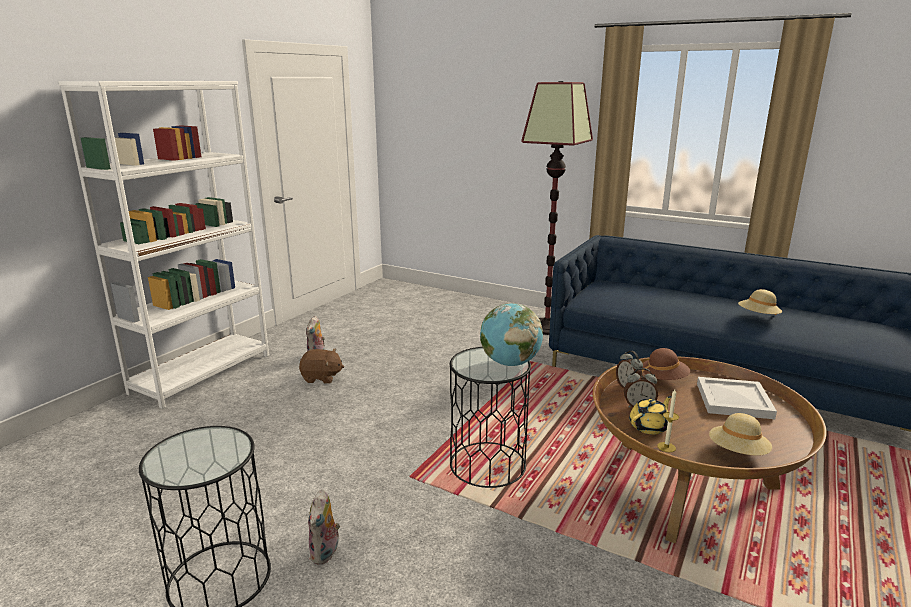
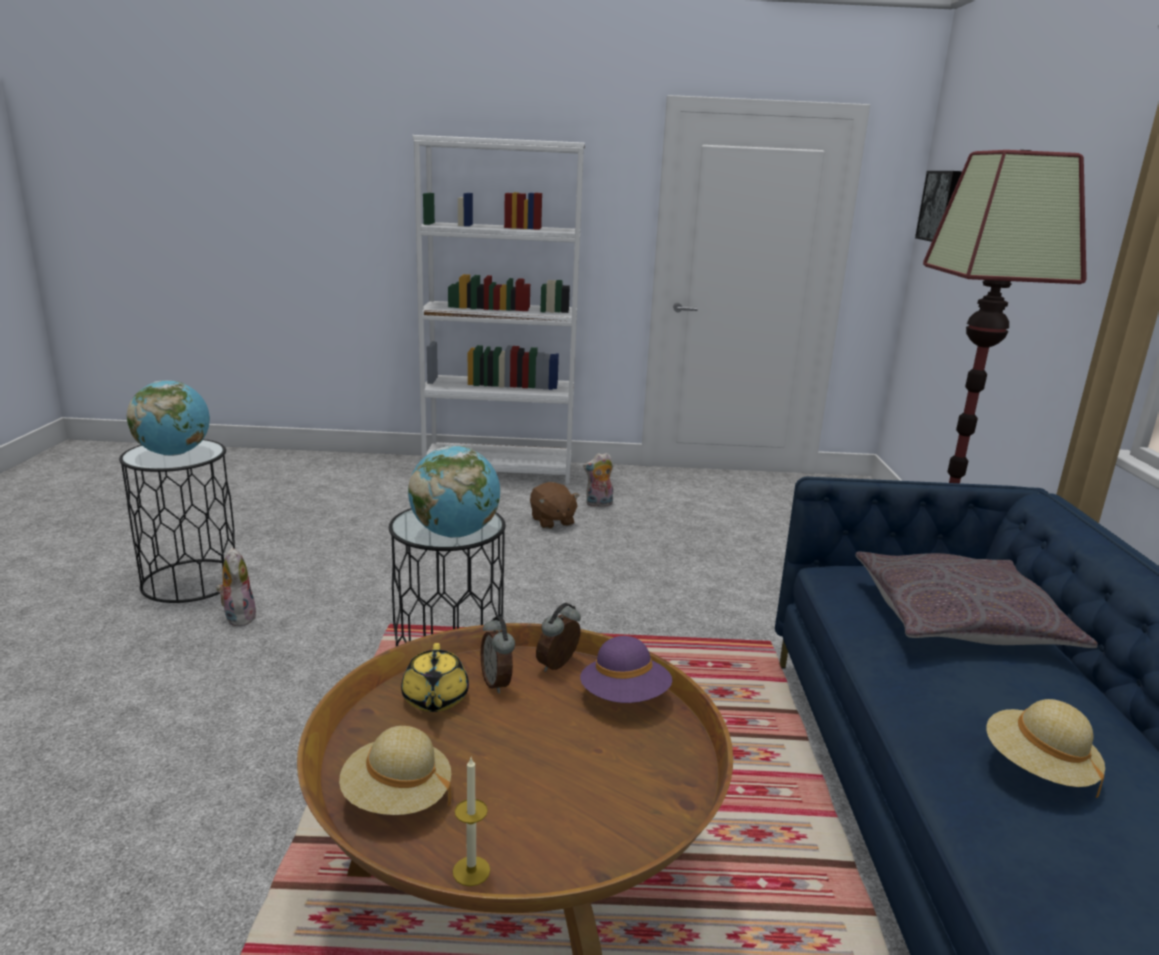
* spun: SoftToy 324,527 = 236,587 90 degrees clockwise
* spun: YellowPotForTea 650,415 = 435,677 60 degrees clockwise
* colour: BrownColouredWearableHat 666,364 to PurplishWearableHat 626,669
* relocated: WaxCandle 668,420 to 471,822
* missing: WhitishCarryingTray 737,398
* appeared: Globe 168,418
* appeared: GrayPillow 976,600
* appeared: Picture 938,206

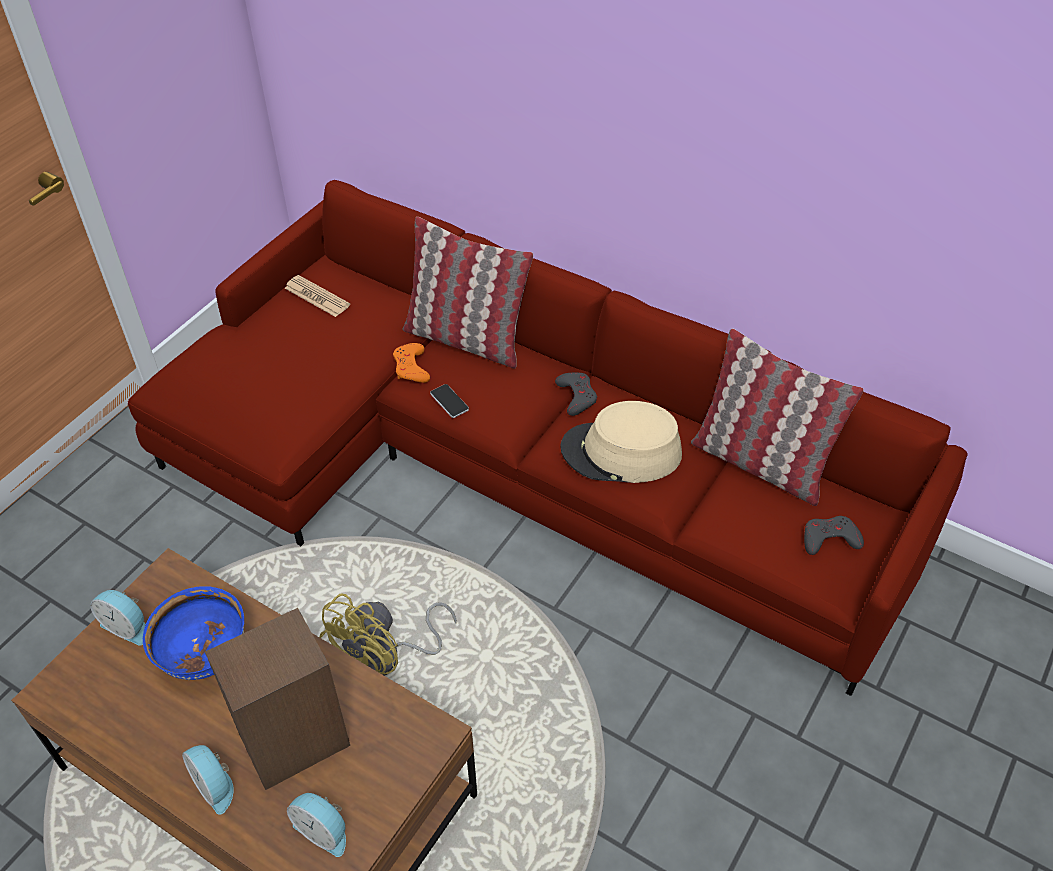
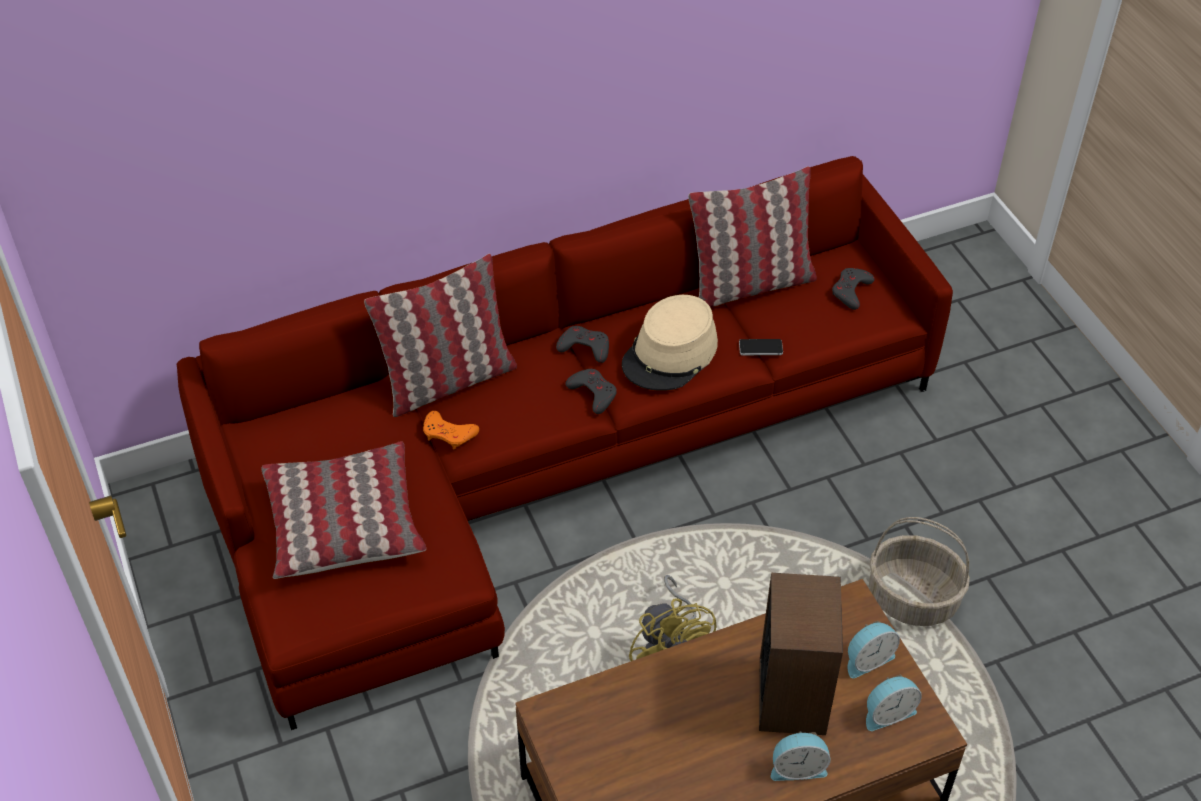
* relocated: TableClock 118,618 to 874,649
* missing: BlueServingBowl 193,633
* missing: PrintedPaper 317,296
* relocated: Telephone 449,401 to 761,347
* appeared: Pillow 343,510
* appeared: GrayGameController 591,391
* appeared: HouseholdBasket 919,571

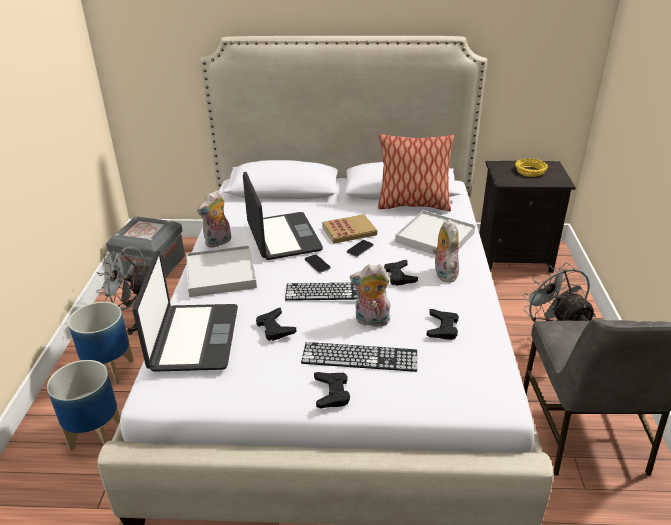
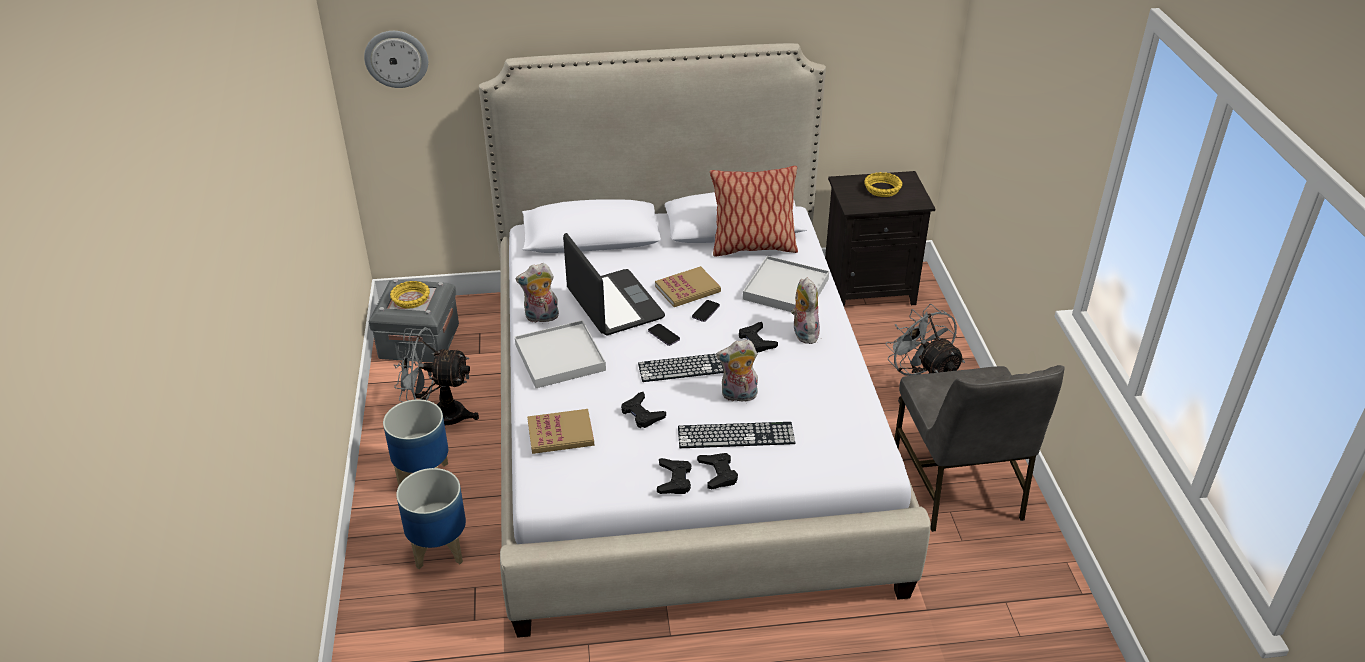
* exchanged: Laptop 185,311 to Volume 561,431
* spun: SoftToy 214,219 = 537,293 45 degrees clockwise
* relocated: BlackishGameController 443,324 to 674,476
* appeared: HangingClock 396,59
* appeared: YellowServingBowl 410,294

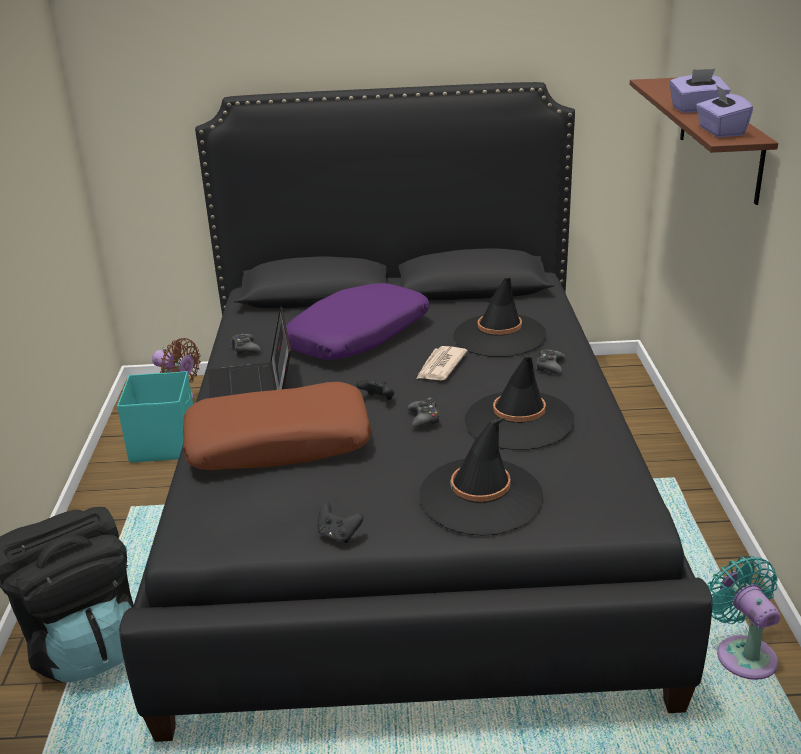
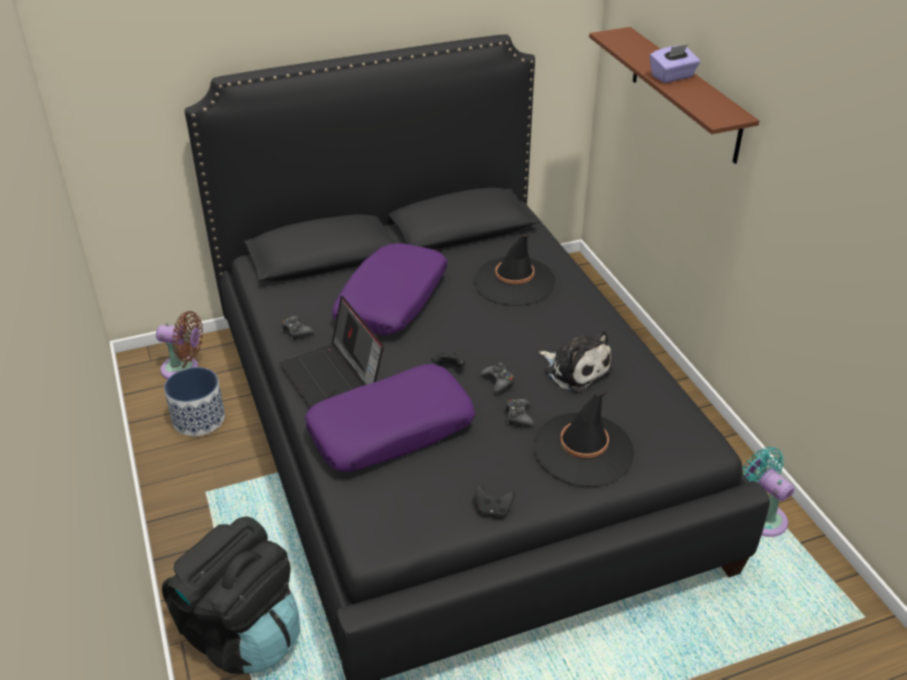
* exchanged: TurquoiseStorageBox 155,417 to FlowerPot 194,401
* colour: BrownColouredPillow 277,426 to PurplishPillow 390,418
* missing: PrintedPaper 442,363
* exchanged: BlackishWearableHat 519,402 to SoftToy 575,361
* relocated: BlackishGameController 550,362 to 519,413
* missing: PurplishTissueBox 724,111

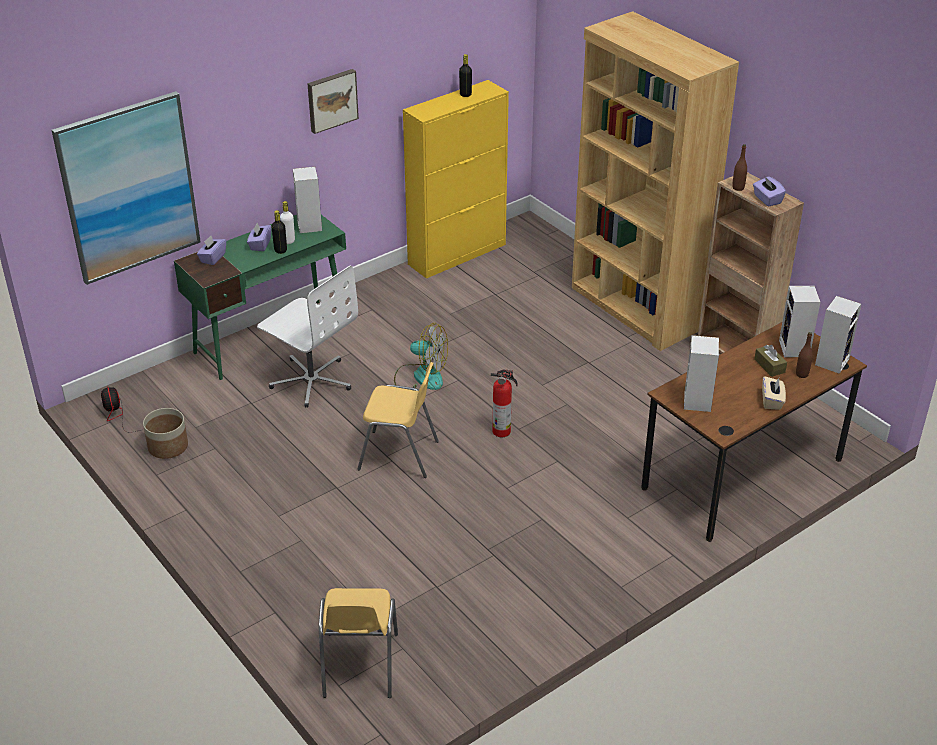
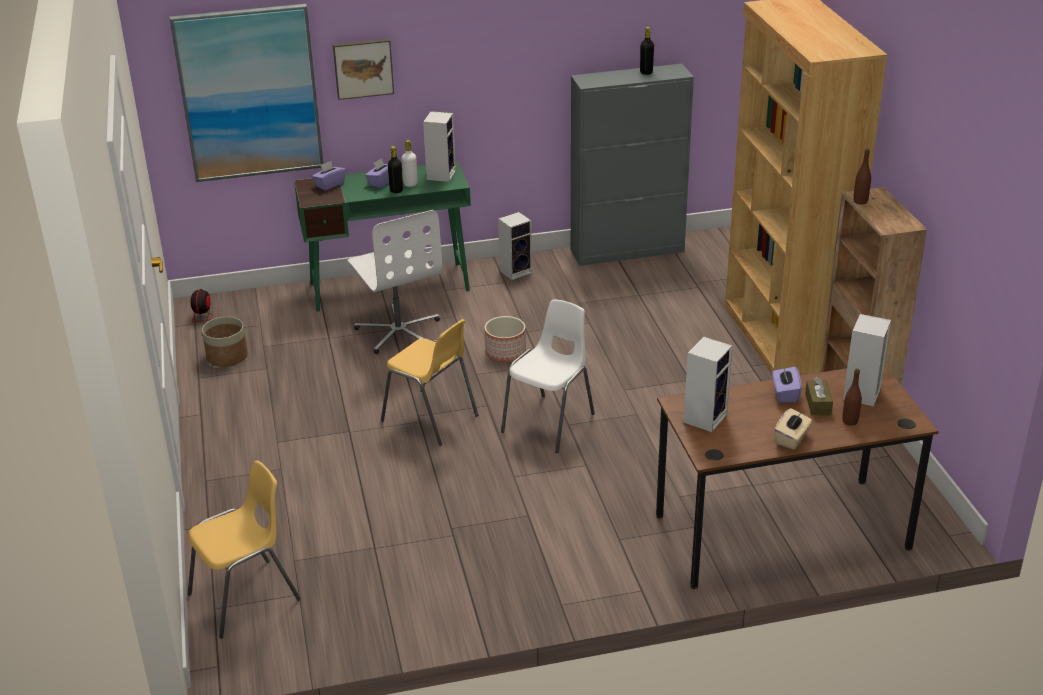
* relocated: Picture 333,101 to 363,69
* spun: YellowChair 358,643 = 244,549 150 degrees counterclockwise
* exchanged: Fan 421,356 to FlowerPot 505,339
* colour: YellowStorageCabinet 456,179 to GrayStorageCabinet 632,165
* exchanged: FireExtinguisher 504,403 to WhitishChair 548,376
* relocated: PurplishTissueBox 769,191 to 787,384
* relocated: AudioSpeaker 838,335 to 515,246

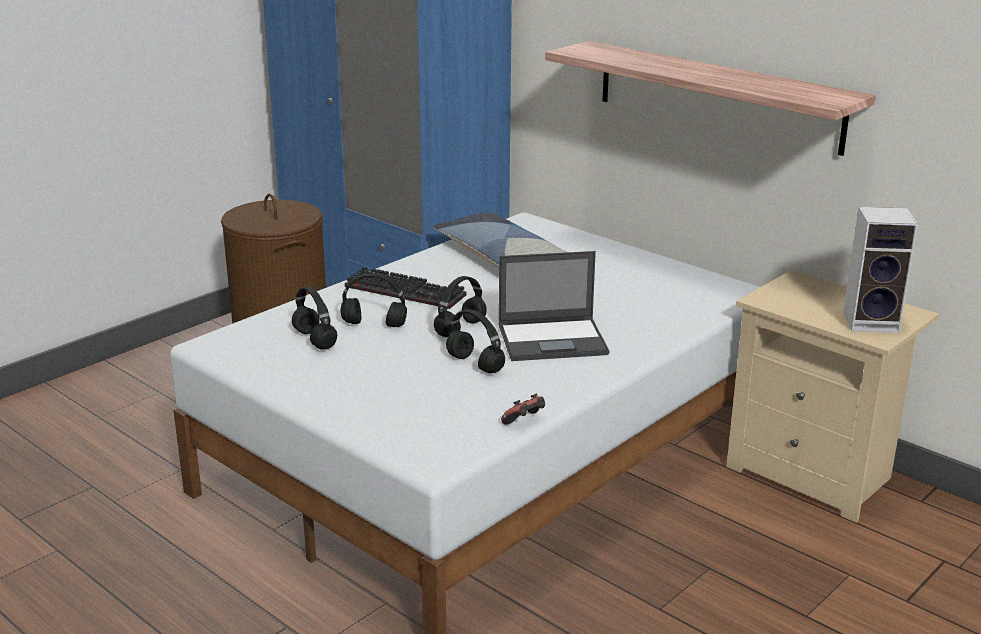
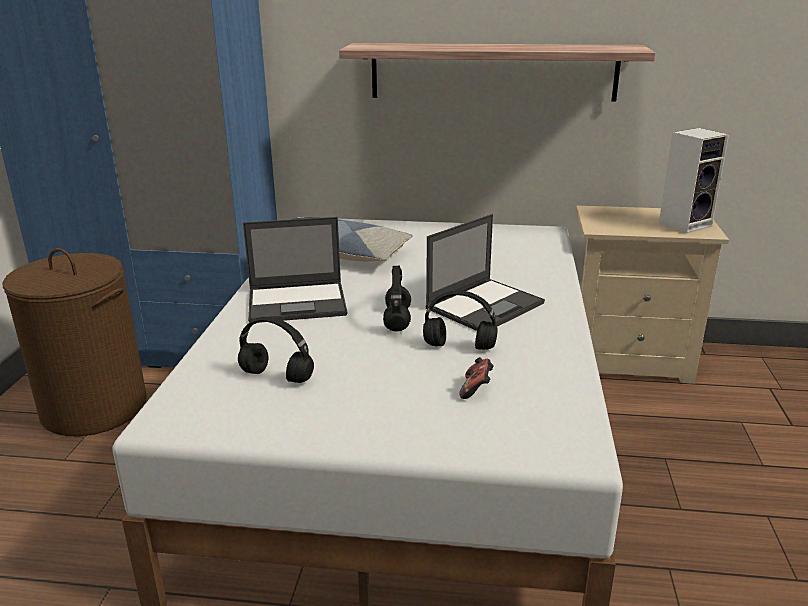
* missing: BlackishPairOfHeadphones 374,300
* exchanged: Keyboard 405,288 to Laptop 295,270
* relocated: GameController 523,409 to 476,378

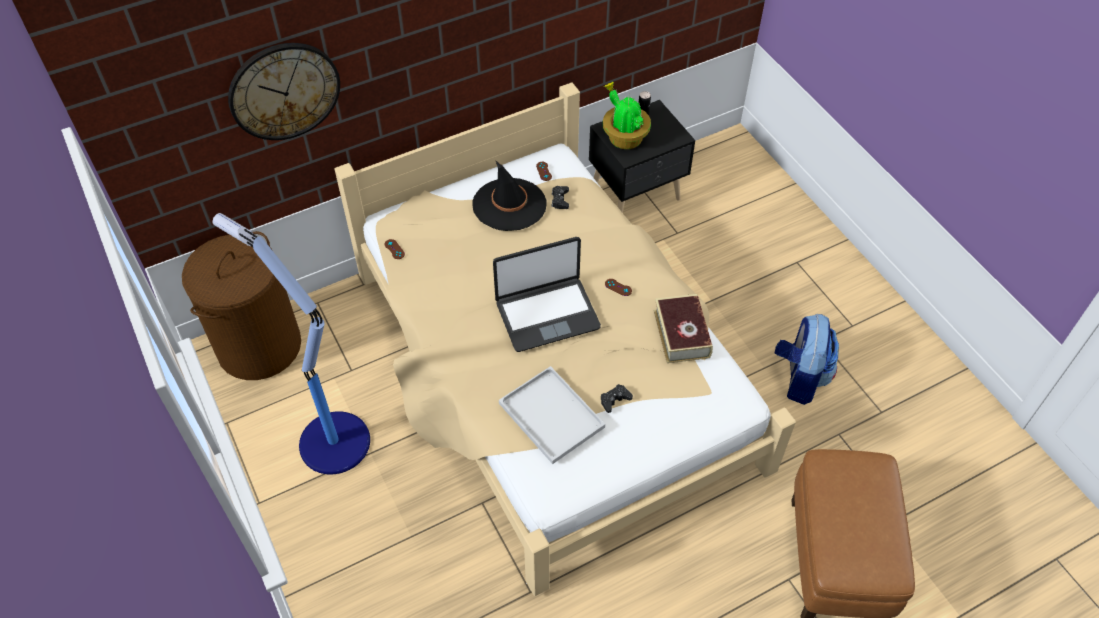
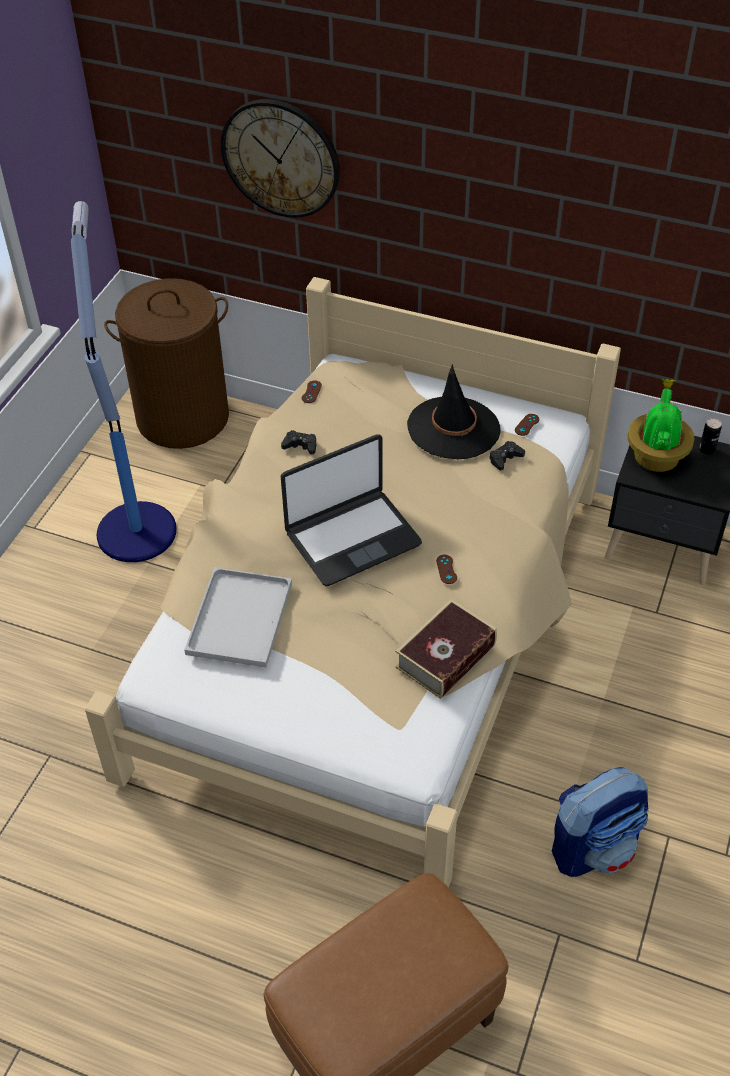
* spun: Laptop 547,294 = 351,510 60 degrees counterclockwise
* relocated: BlackishGameController 617,398 to 298,442

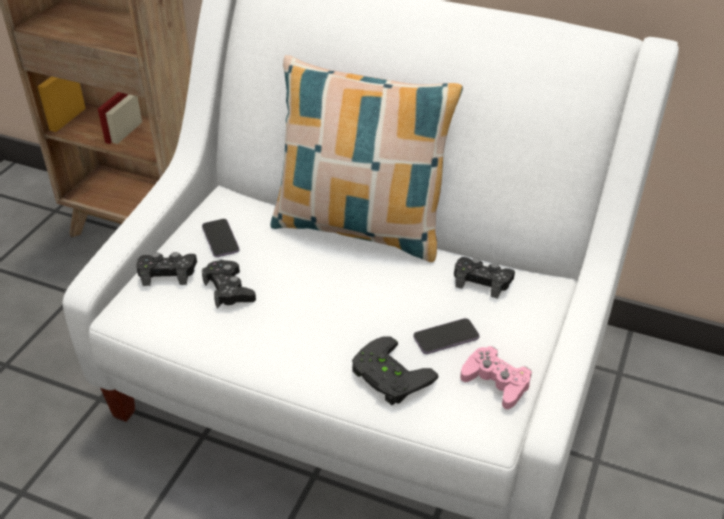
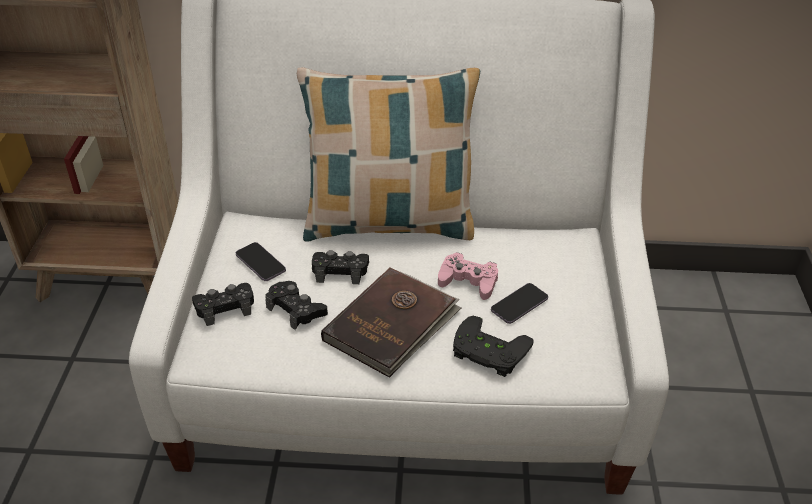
* relocated: BlackishGameController 484,278 to 340,267
* relocated: PinkGameController 496,377 to 468,276
* appeared: BrownColouredVolume 391,322

